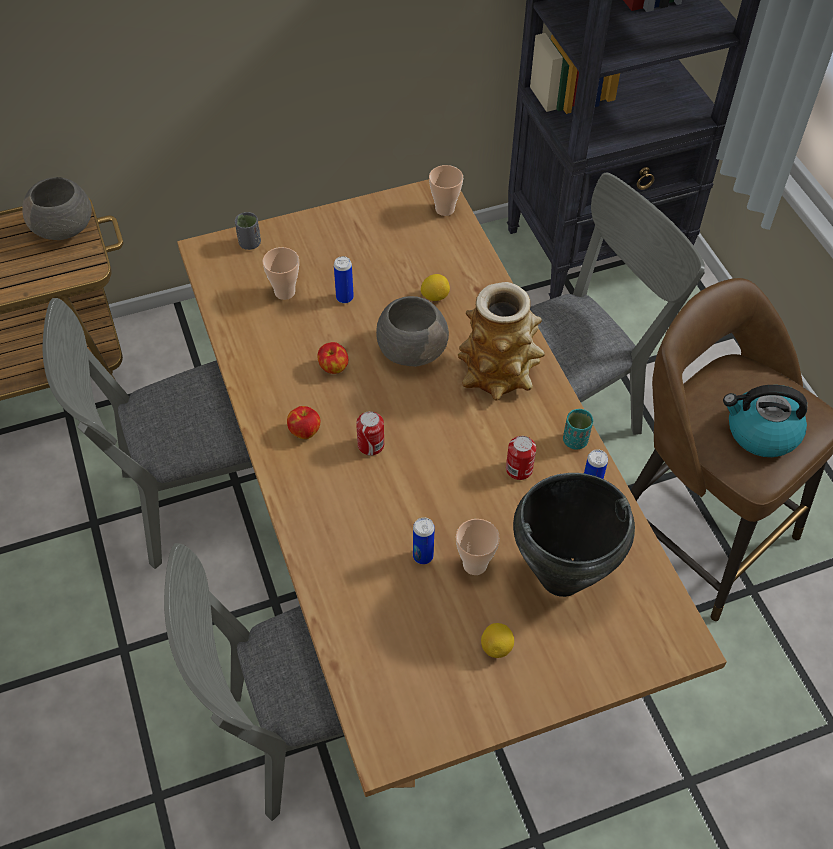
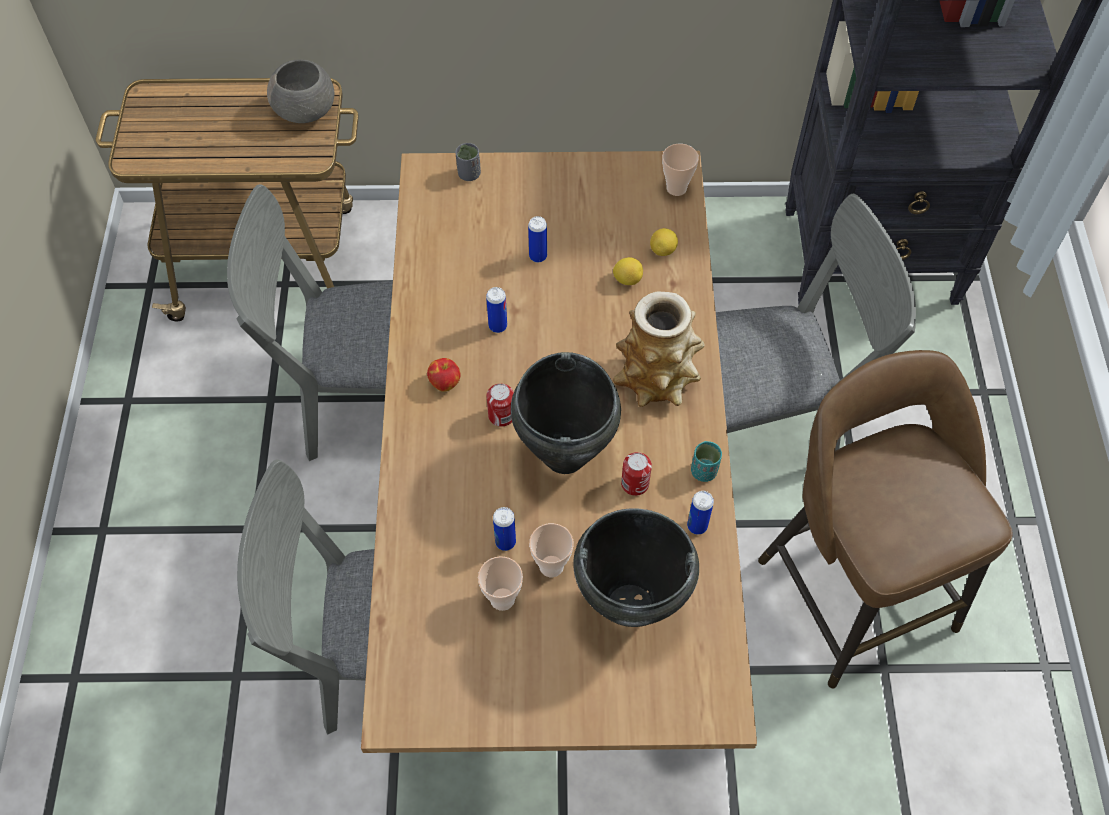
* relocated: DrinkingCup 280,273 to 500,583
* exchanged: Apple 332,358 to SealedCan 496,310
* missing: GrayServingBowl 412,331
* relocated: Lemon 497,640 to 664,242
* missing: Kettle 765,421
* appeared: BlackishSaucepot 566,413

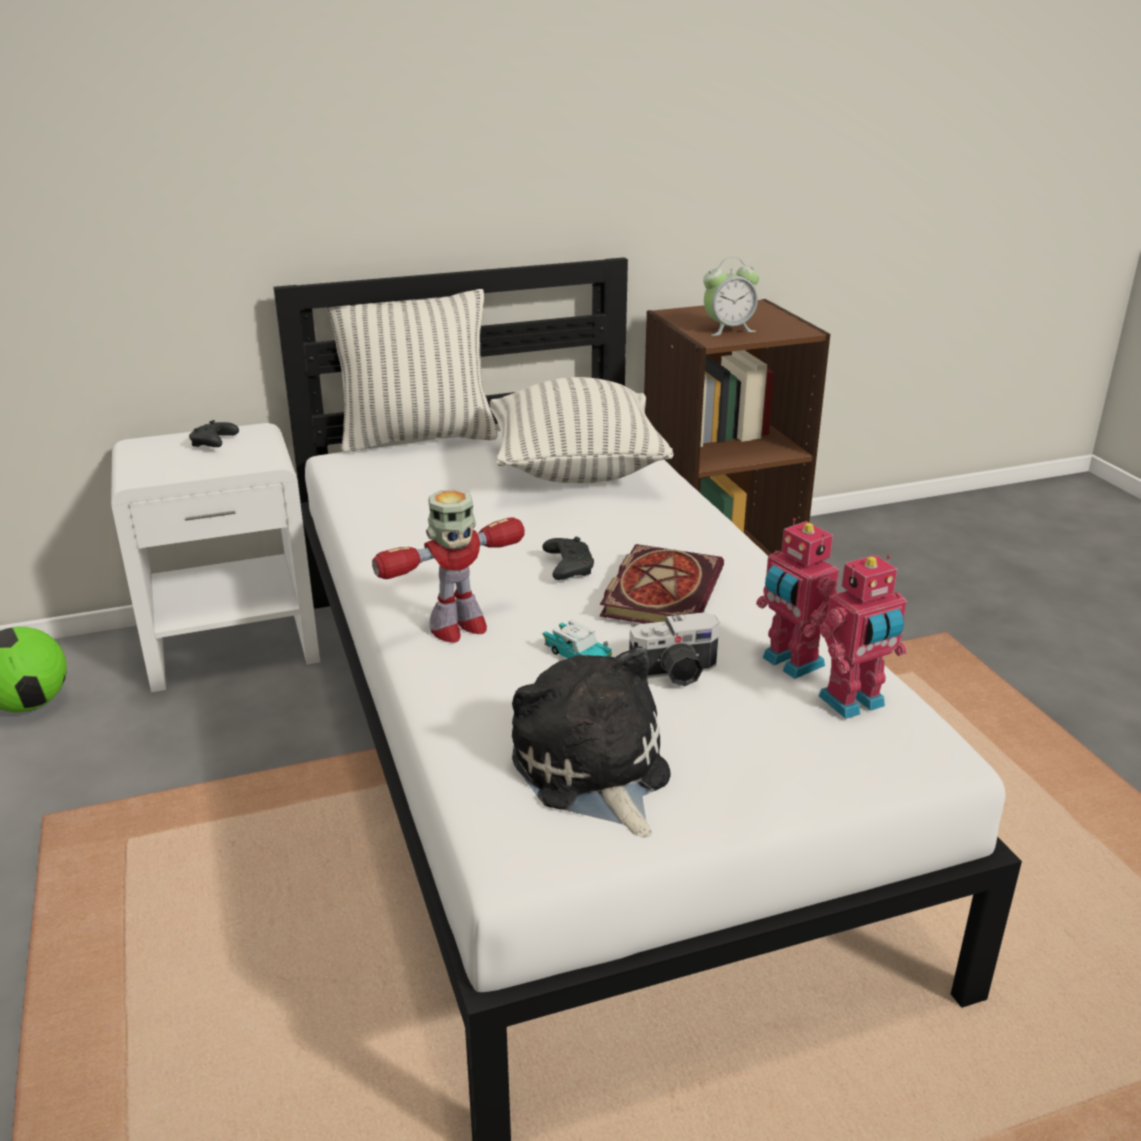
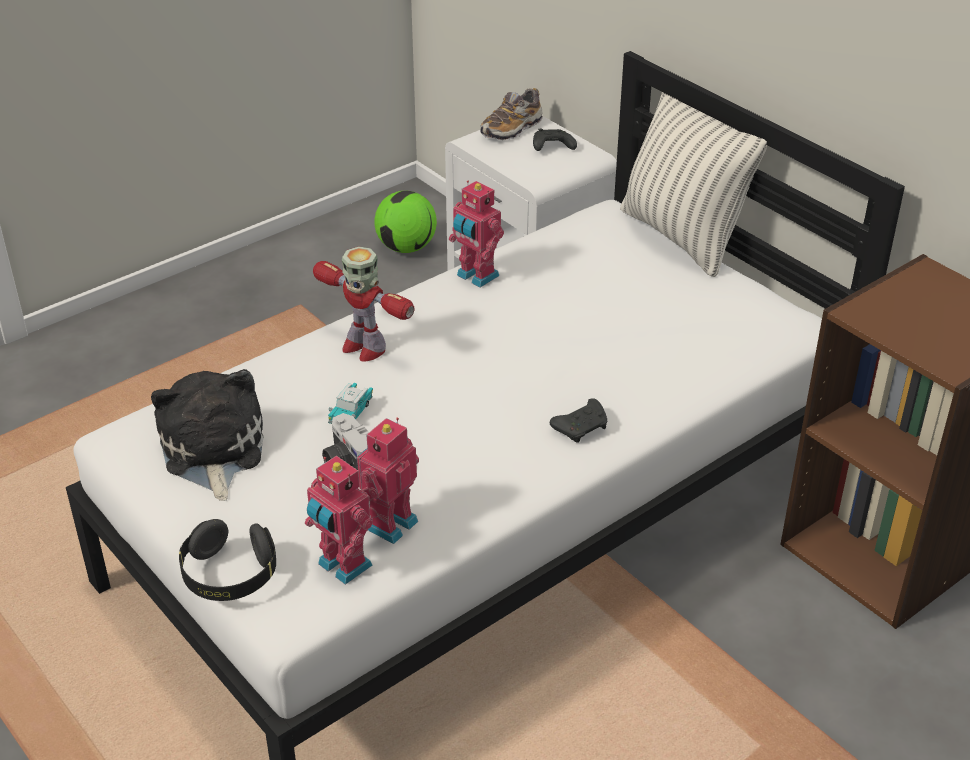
* missing: Pillow 582,430
* spun: SoftToy 591,742 = 207,435 60 degrees counterclockwise
* relocated: BlackishGameController 568,558 to 578,420
* missing: Volume 662,584
* missing: TableClock 731,296
* appeared: BlackishPairOfHeadphones 227,560
* appeared: ToyRobot 476,234
* appeared: ItemOfFootwear 511,114

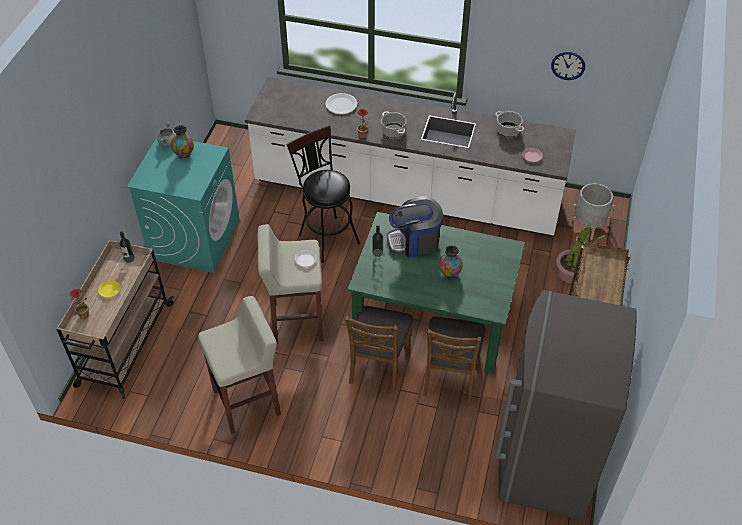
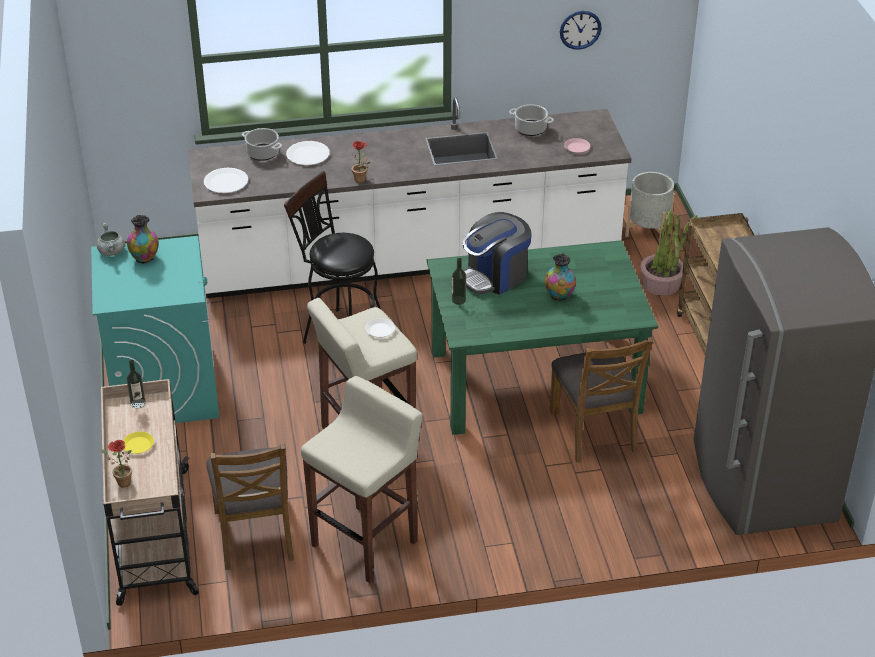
* relocated: BrownColouredChair 379,349 to 250,507
* relocated: Saucepot 394,124 to 262,144
* appeared: WhitishPlate 226,180

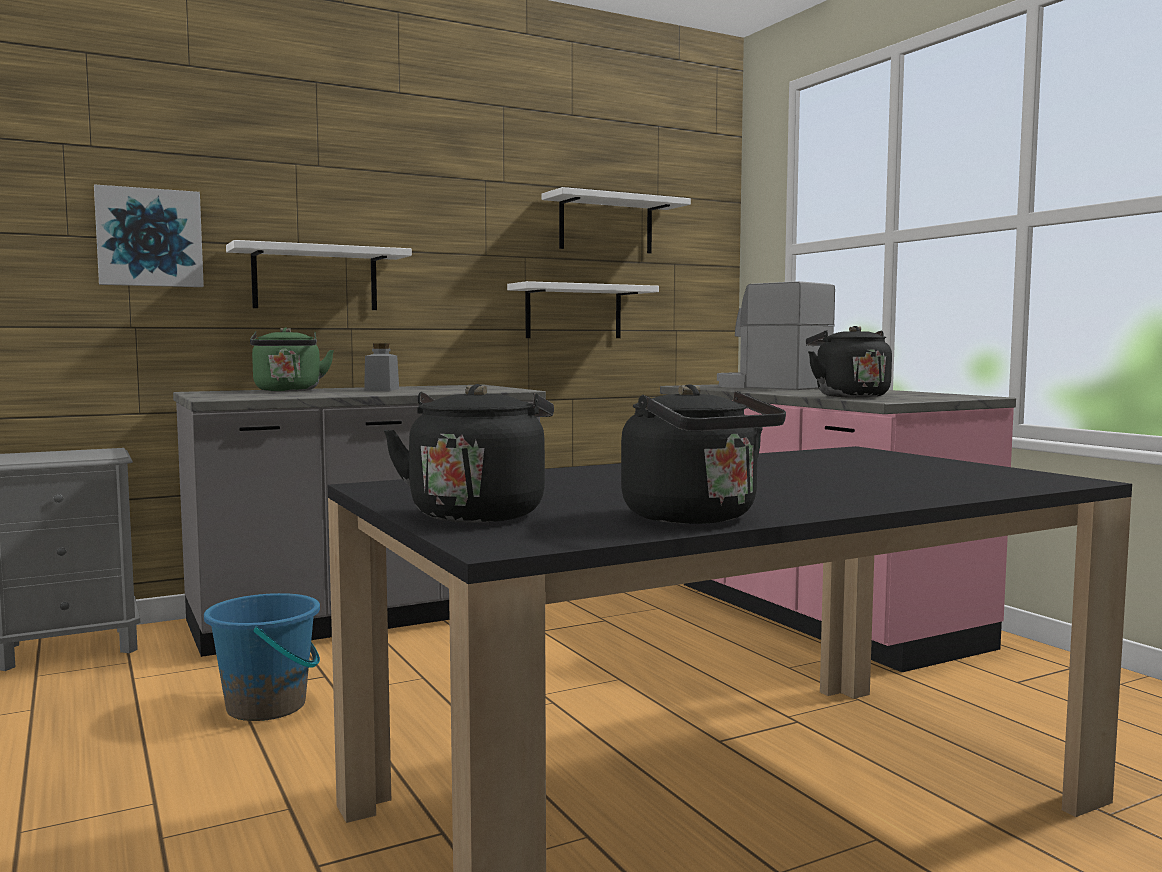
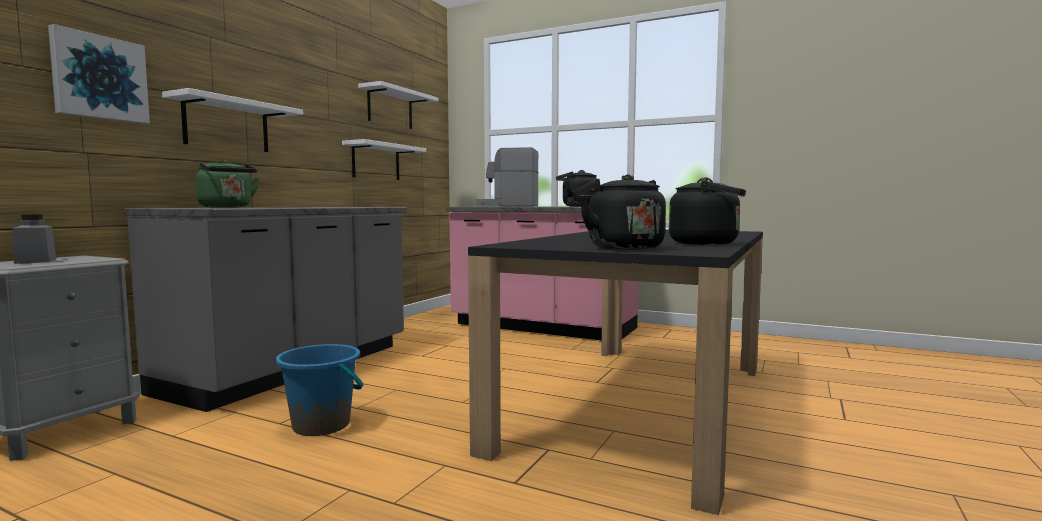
* relocated: GrayPreserveJar 381,367 to 34,239

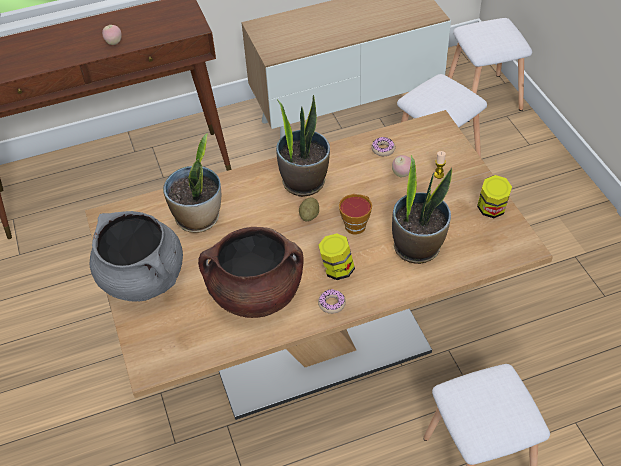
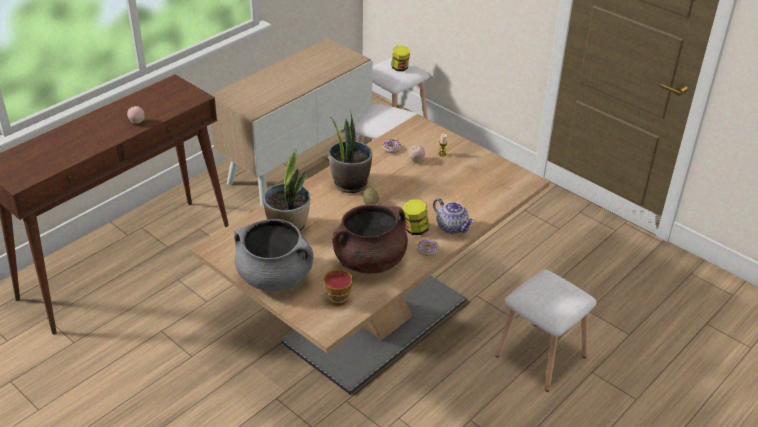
* relocated: DrinkingCup 355,214 to 338,287
* missing: PlantInAPot 422,209
* relocated: PreserveJar 494,196 to 400,58
* appeared: PotForTea 453,216

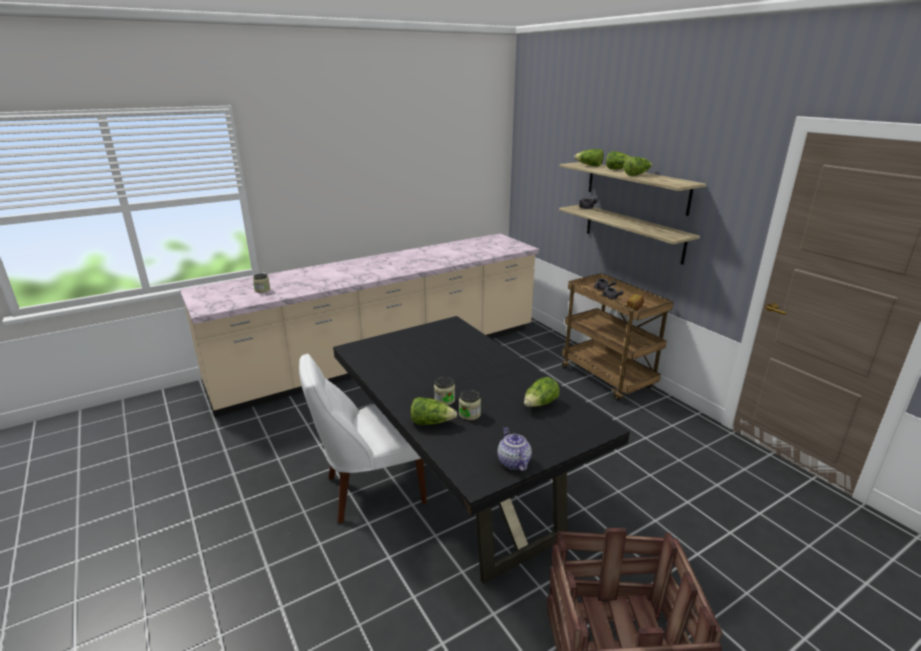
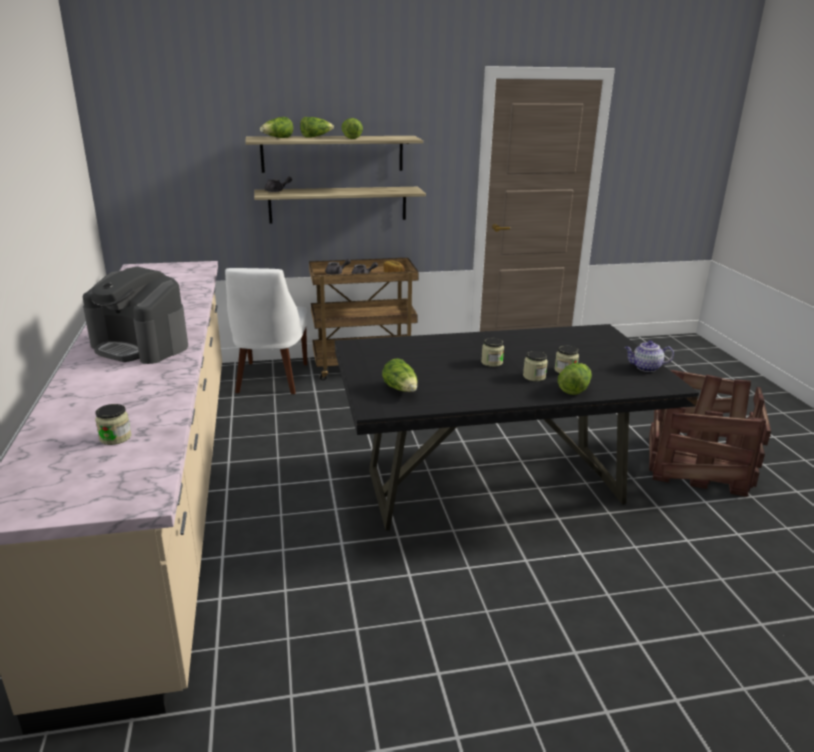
* relocated: WhitishChair 363,438 to 266,331
* relocated: LettuceHead 542,392 to 400,375
* appeared: CoffeeBrewer 135,315
* appeared: PreserveJar 492,352

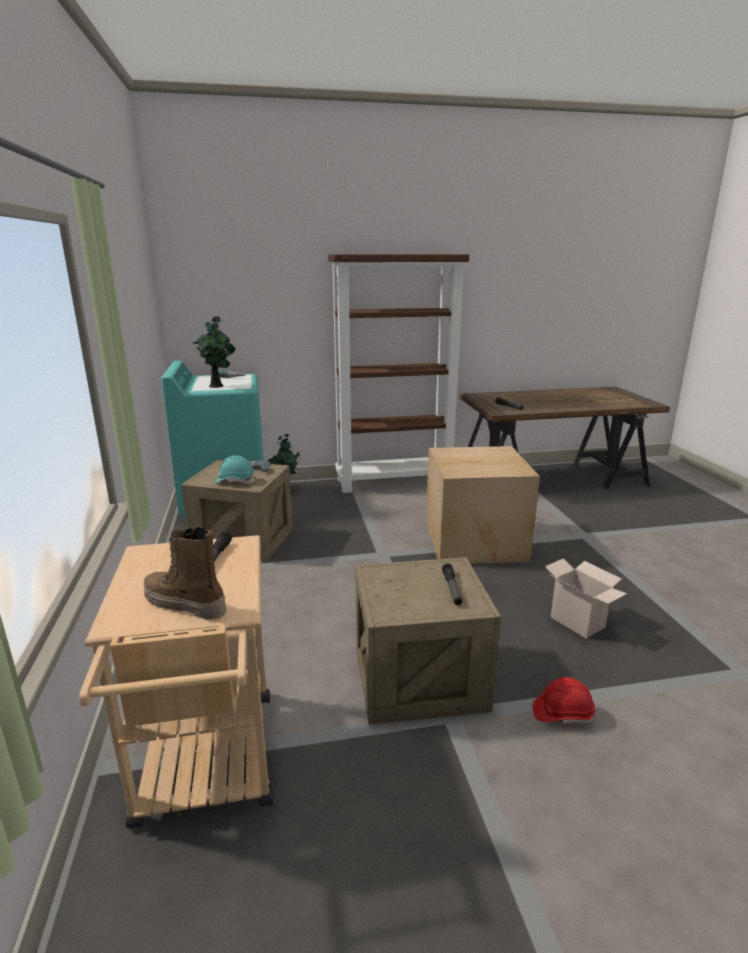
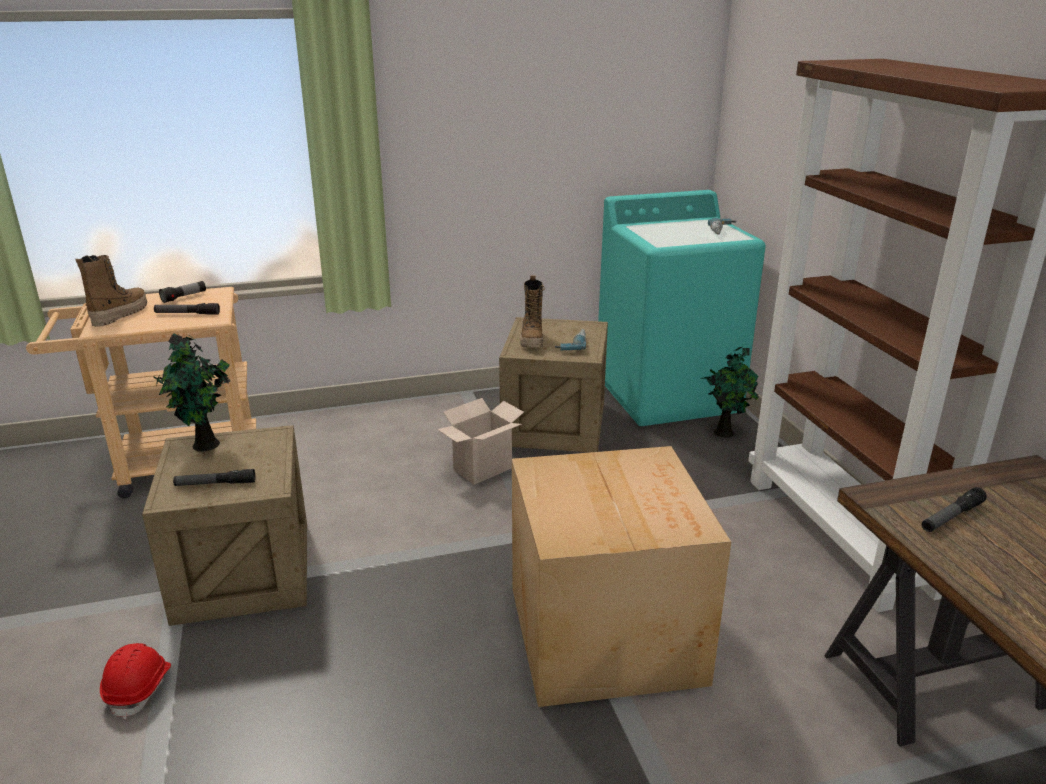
* relocated: PlantInAPot 214,352 to 192,392
* exchanged: TurquoiseHardHat 235,469 to TallBoot 532,311
* relocated: CardboardBox 586,598 to 480,441
* appeared: Flashlight 182,292

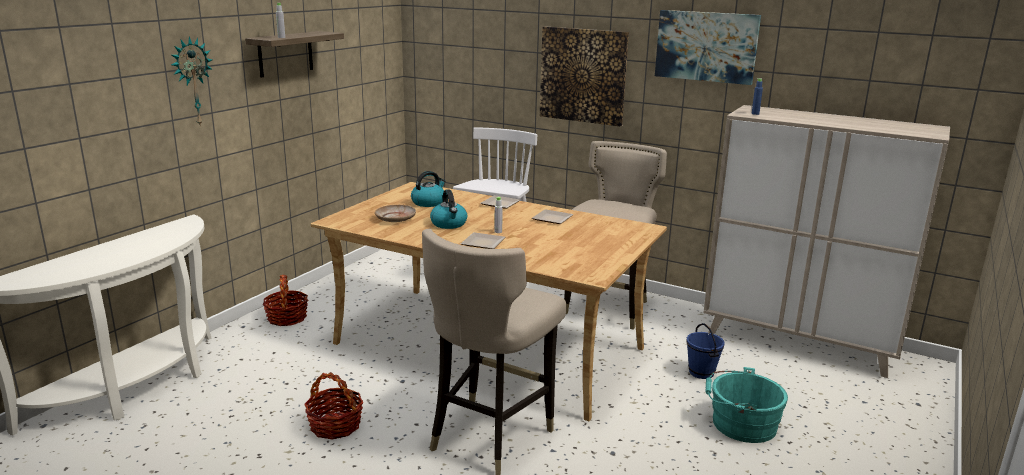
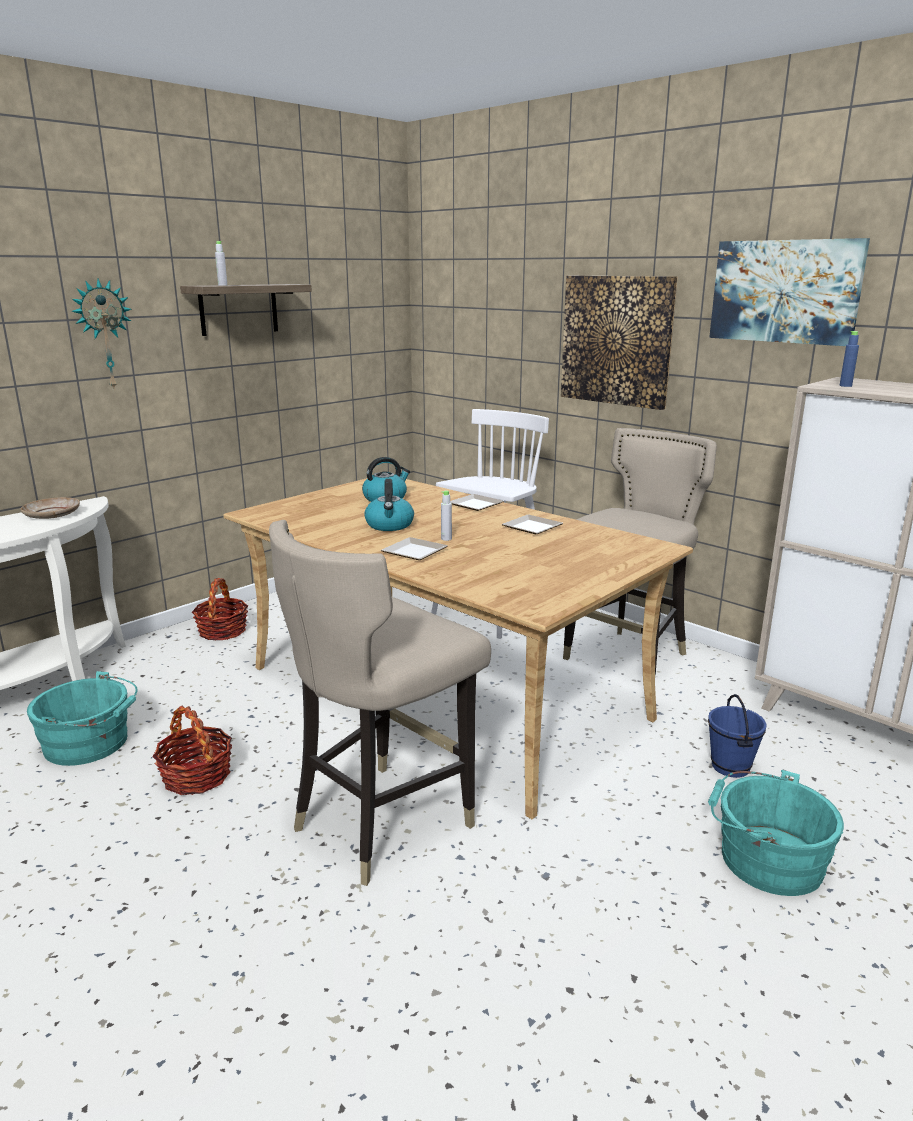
* relocated: SandColouredPlate 395,213 to 50,508
* appeared: TurquoiseBucket 82,718

